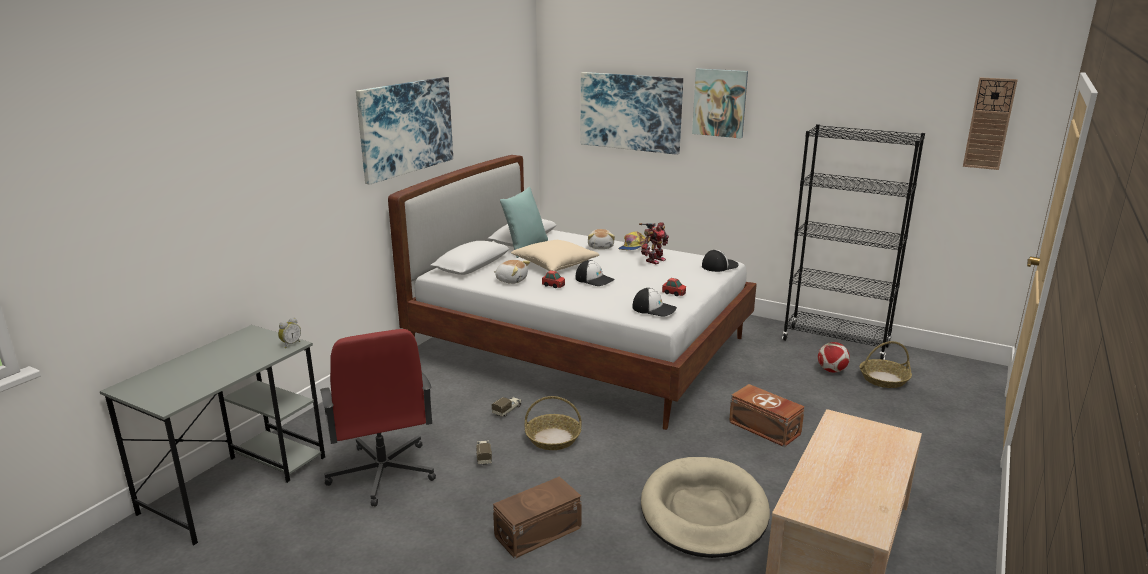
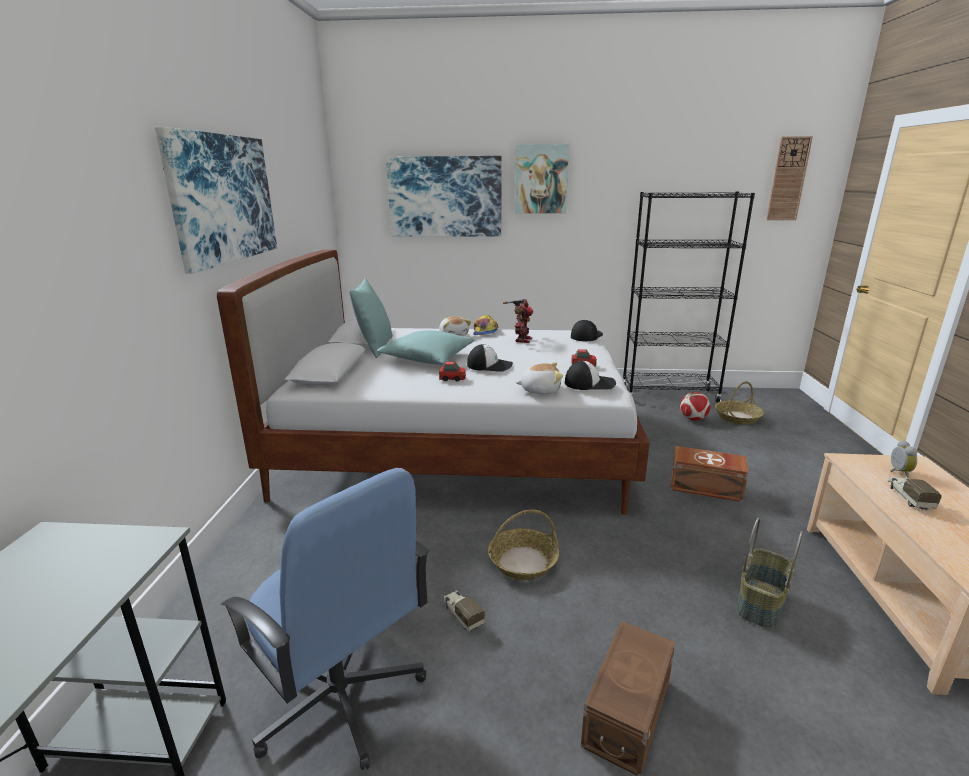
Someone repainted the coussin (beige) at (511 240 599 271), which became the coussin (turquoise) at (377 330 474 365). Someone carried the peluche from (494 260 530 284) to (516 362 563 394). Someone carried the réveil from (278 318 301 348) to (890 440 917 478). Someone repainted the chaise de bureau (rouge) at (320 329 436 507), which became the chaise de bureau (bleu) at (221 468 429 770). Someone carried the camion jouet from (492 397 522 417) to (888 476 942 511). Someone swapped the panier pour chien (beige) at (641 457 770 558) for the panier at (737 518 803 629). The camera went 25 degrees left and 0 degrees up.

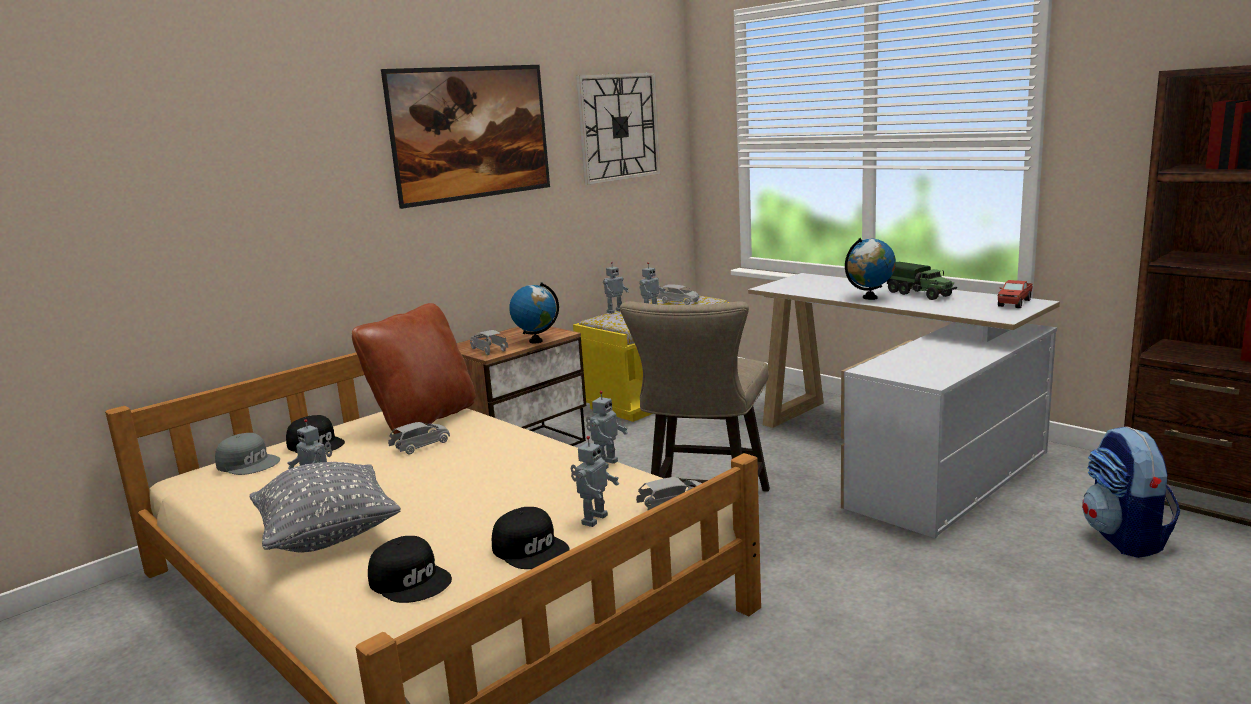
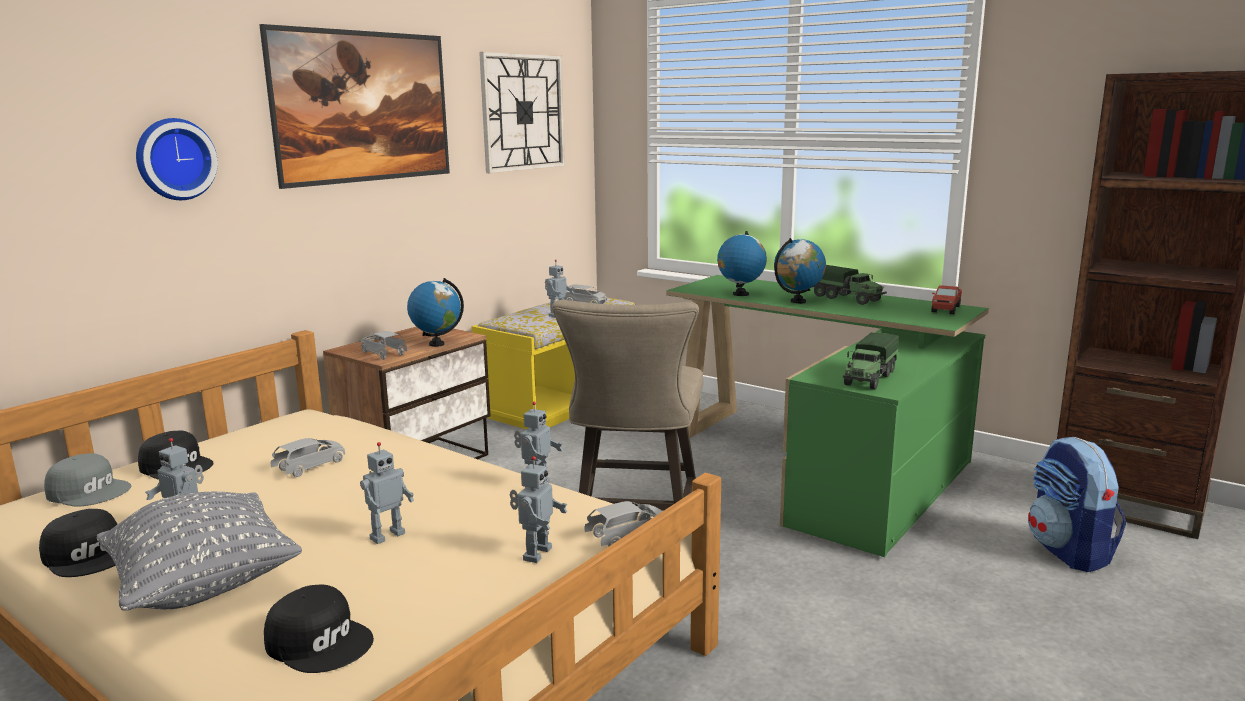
Someone carried the robot jouet from (603 262 629 314) to (360 442 414 544). Someone repainted the bureau (blanc) at (748 273 1060 538), which became the bureau (vert) at (666 275 989 557). Someone took away the coussin (marron) at (352 303 476 440). Someone carried the casquette (noir) from (492 507 570 569) to (39 509 118 577). Someone put up the horloge murale at (136 118 218 200). Someone put down the globe at (717 231 767 296). Someone put down the camion jouet at (843 332 899 390). The camera went 10 degrees left and 0 degrees up.

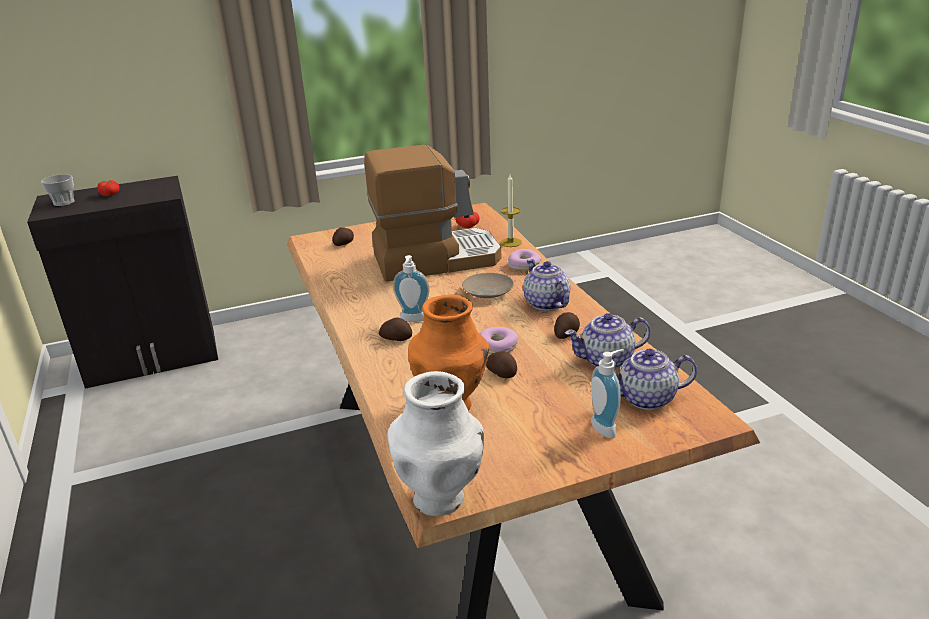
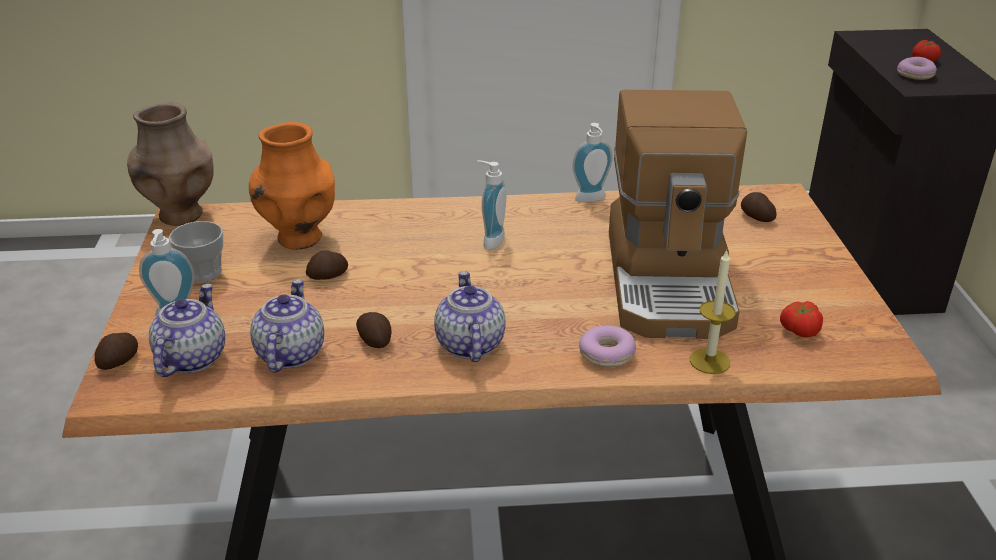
Someone carried the tasse from (41 174 75 206) to (169 221 223 283). Someone rotated the théière at (523 259 571 311) by 90 degrees counterclockwise. Someone took away the assiette (beige) at (462 273 514 298). Someone carried the pomme de terre from (379 317 412 341) to (95 333 138 370). Someone carried the beignet from (480 327 518 354) to (897 57 937 80). Someone repainted the vase (blanc) at (387 371 484 516), which became the vase (marron) at (127 102 214 226). Someone put down the distributeur de savon at (572 123 613 202). The camera went 105 degrees right and 5 degrees up.

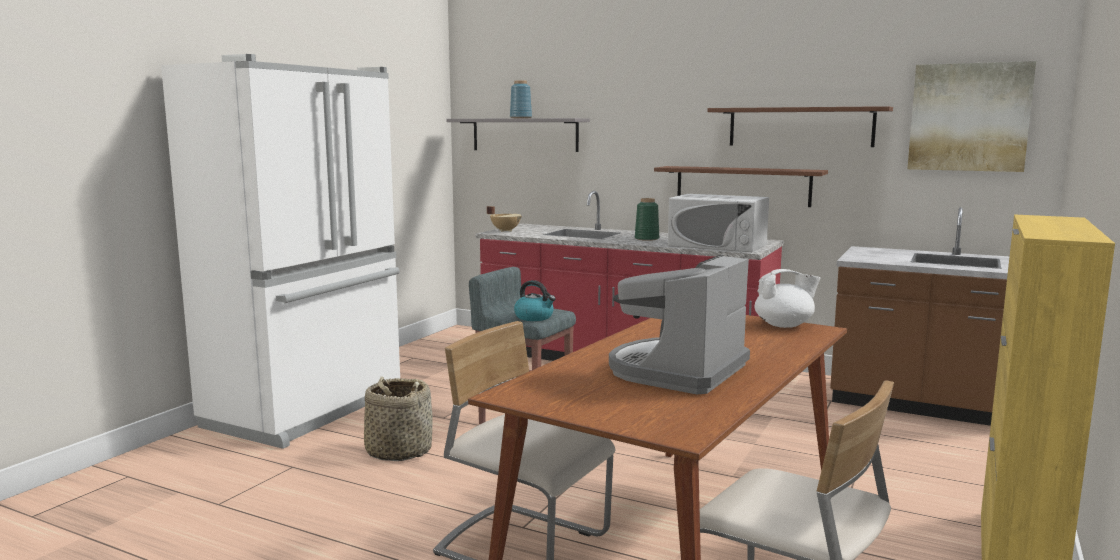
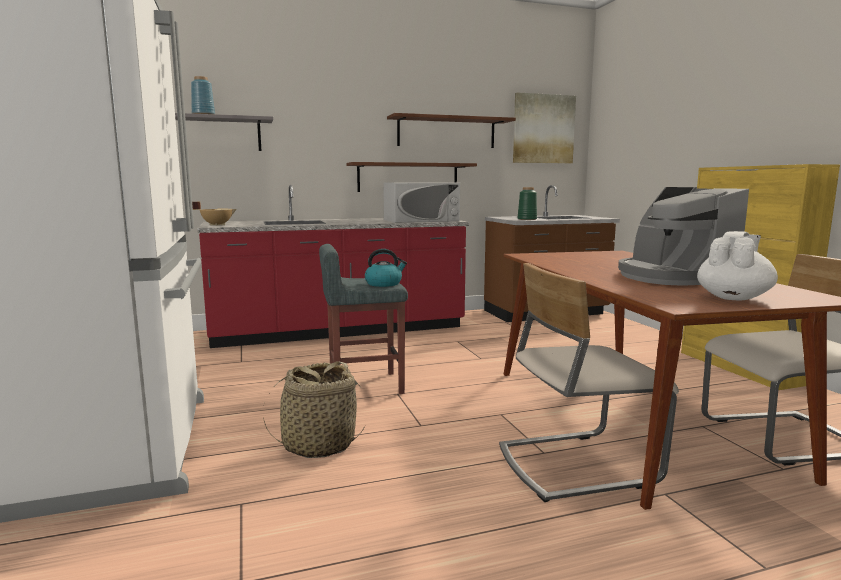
Someone carried the vase (vert) from (635 198 659 241) to (517 187 537 220). Someone carried the théière (blanc) from (755 269 821 328) to (697 231 778 300). The camera went 45 degrees left and 0 degrees up.

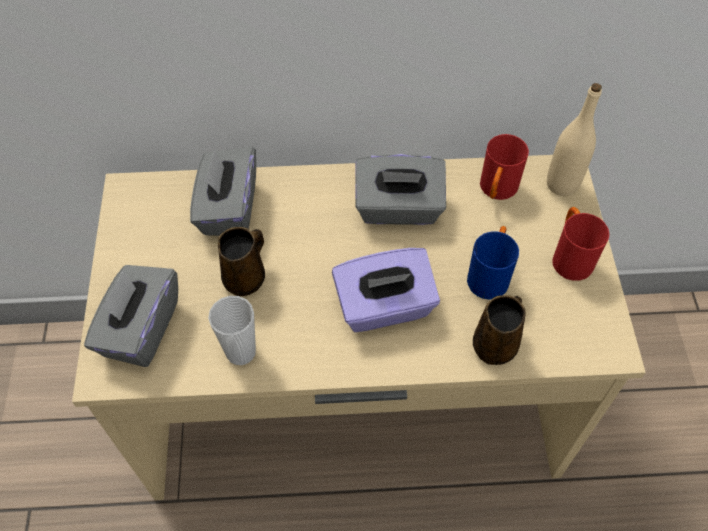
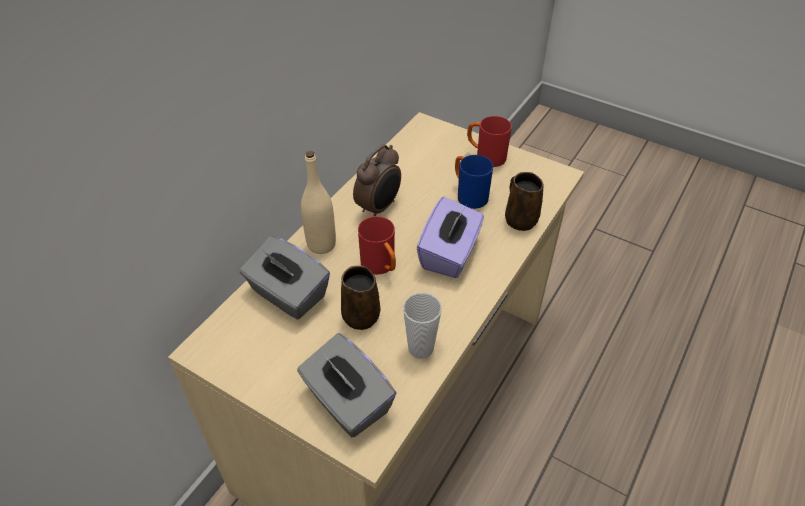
Someone carried the bouteille (beige) from (547 83 602 196) to (301 151 336 254). Someone carried the mug (rouge) from (480 134 529 200) to (358 216 396 275). Someone swapped the boîte à mouchoirs (gris) at (355 154 446 225) for the réveil at (353 144 401 216). The camera went 55 degrees left and 10 degrees down.

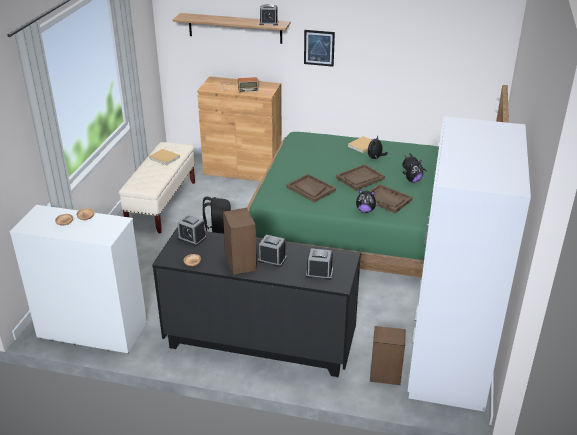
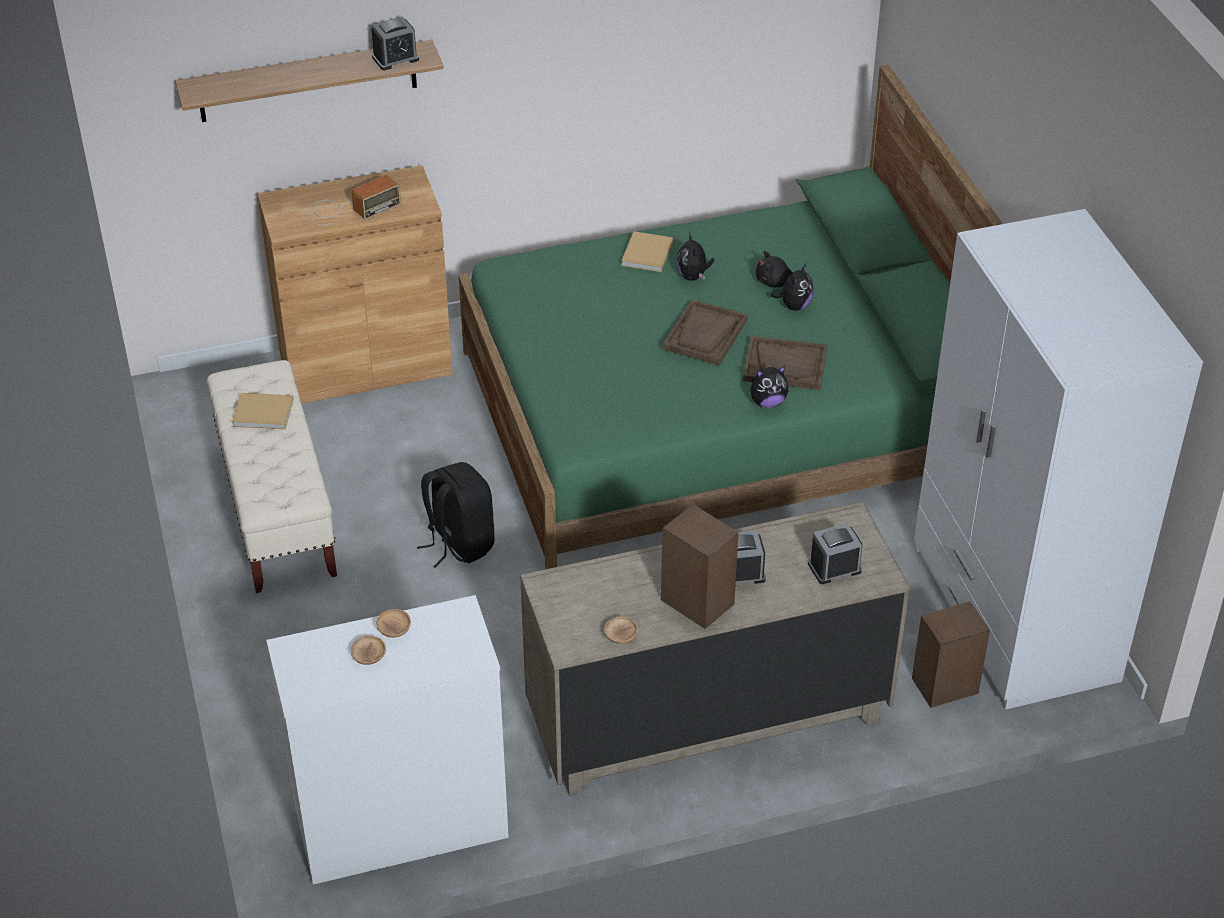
Someone took away the tableau at (304 30 335 67). Someone took away the plateau (marron) at (287 174 336 203). Someone took away the réveil at (177 214 206 246). Someone repainted the commode (noir) at (152 227 361 377), which became the commode (beige) at (520 502 910 796). The camera went 30 degrees left and 10 degrees up.

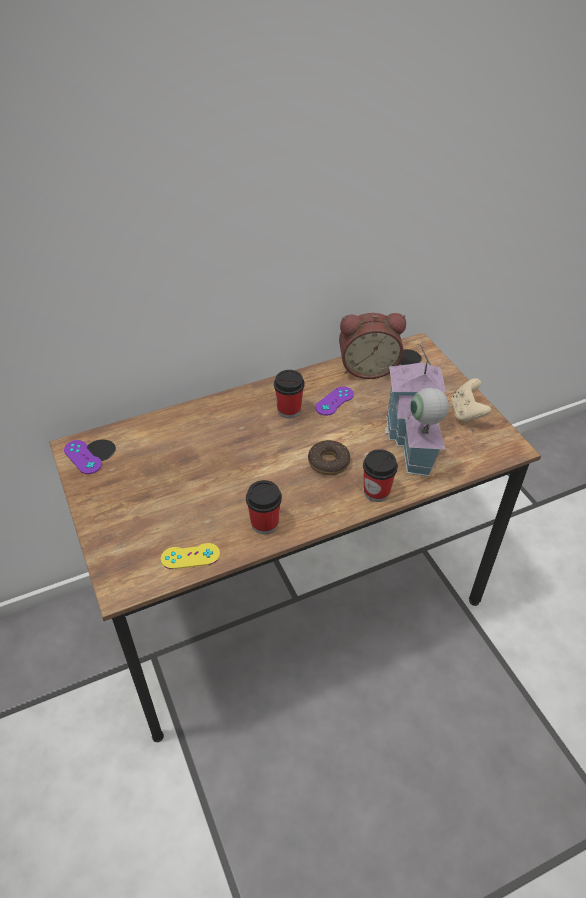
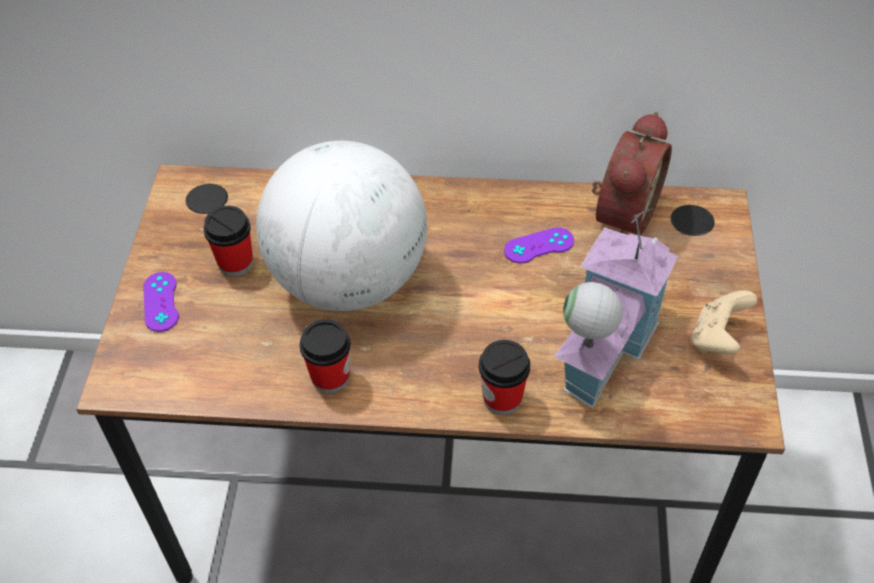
Someone rotated the réveil at (339 313 406 379) by 90 degrees counterclockwise. Someone carried the tasse from (274 370 305 418) to (203 206 253 277). Someone carried the manette (violet) from (64 440 102 474) to (143 272 179 332). Someone took away the beignet at (308 440 350 475). Someone took away the manette (jaune) at (161 543 220 569). Someone put down the globe at (256 141 427 311). The camera went 30 degrees right and 5 degrees up.

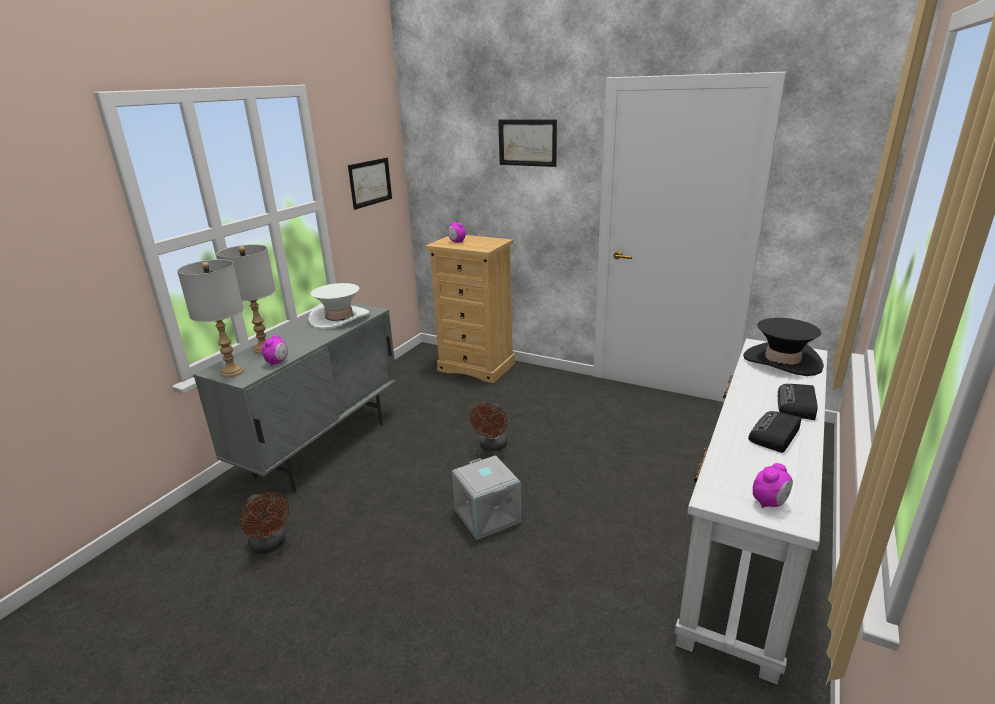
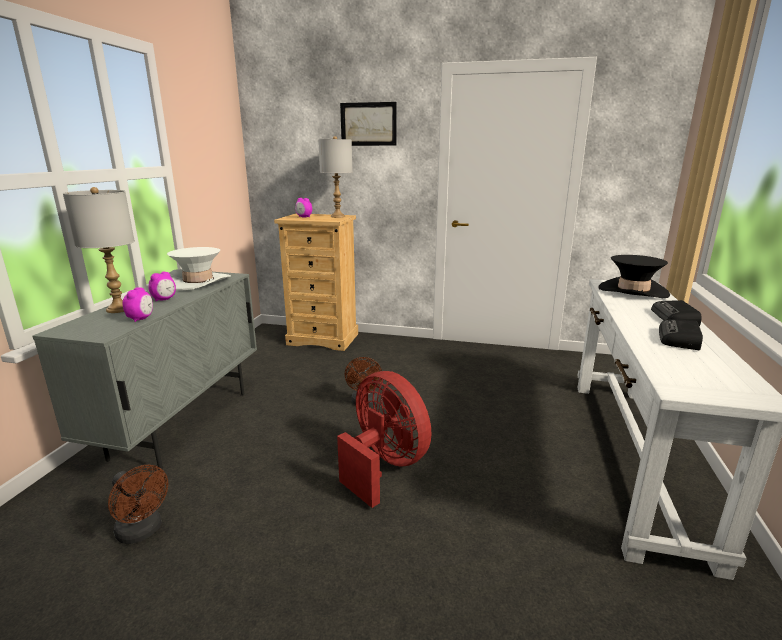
Someone took away the tableau at (348 158 392 210). Someone carried the lampe de table (gris) from (177 259 244 377) to (318 136 352 218). Someone swapped the boîte de rangement (gris) at (452 455 521 540) for the ventilateur (rouge) at (337 371 431 508). Someone carried the réveil from (753 463 793 508) to (149 272 176 301). The camera went 15 degrees left and 5 degrees down.

